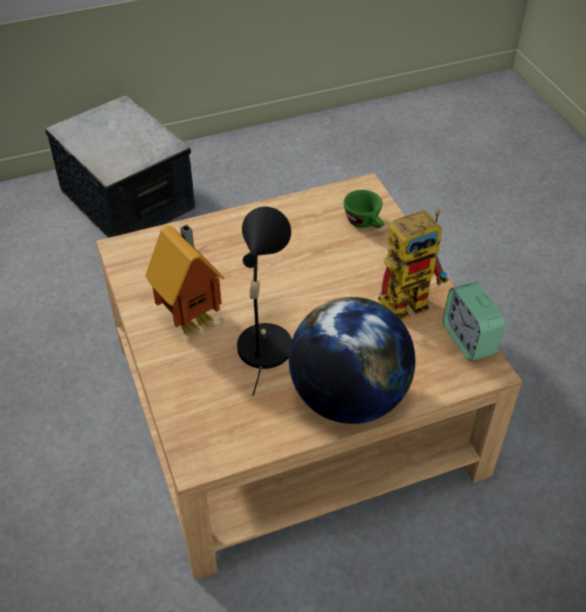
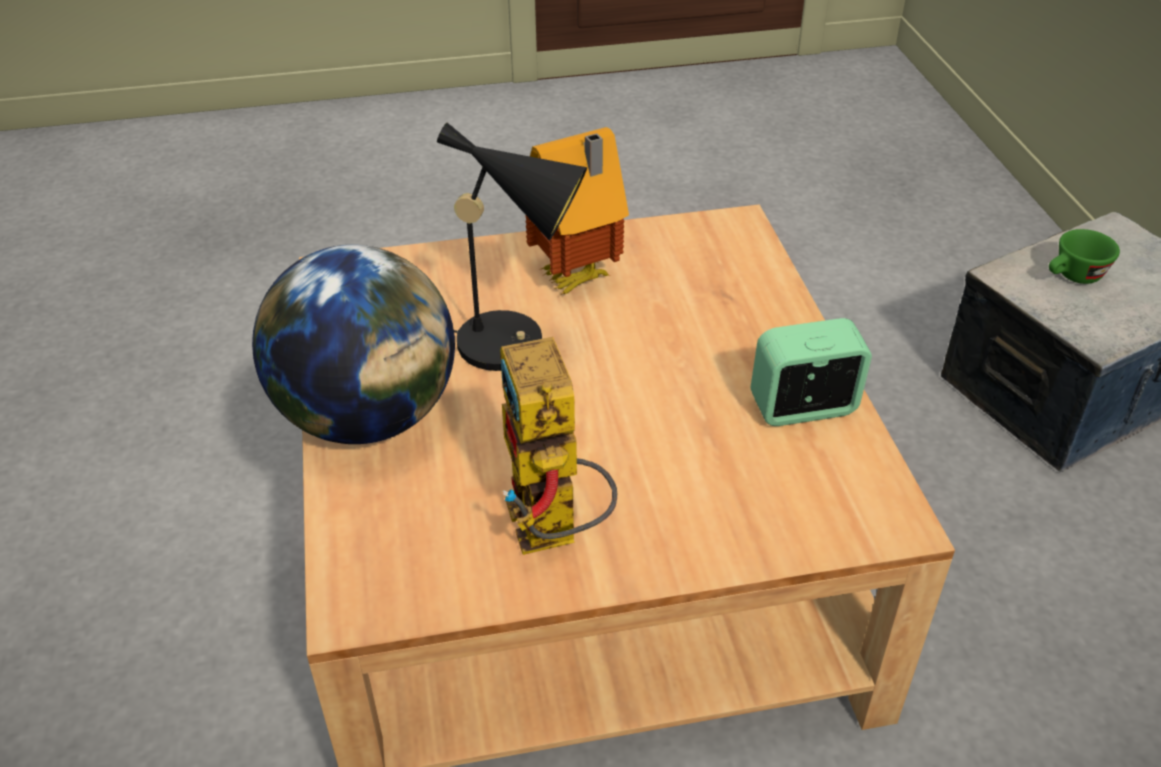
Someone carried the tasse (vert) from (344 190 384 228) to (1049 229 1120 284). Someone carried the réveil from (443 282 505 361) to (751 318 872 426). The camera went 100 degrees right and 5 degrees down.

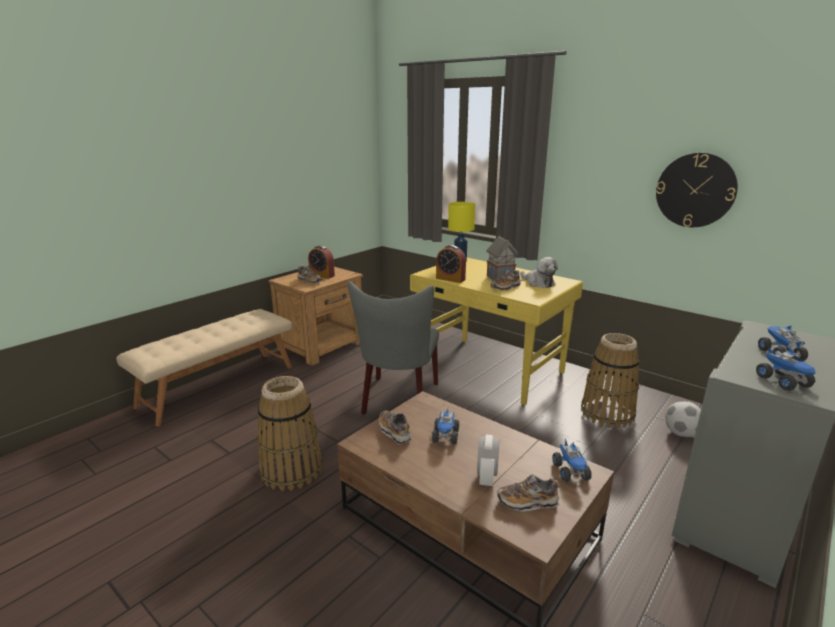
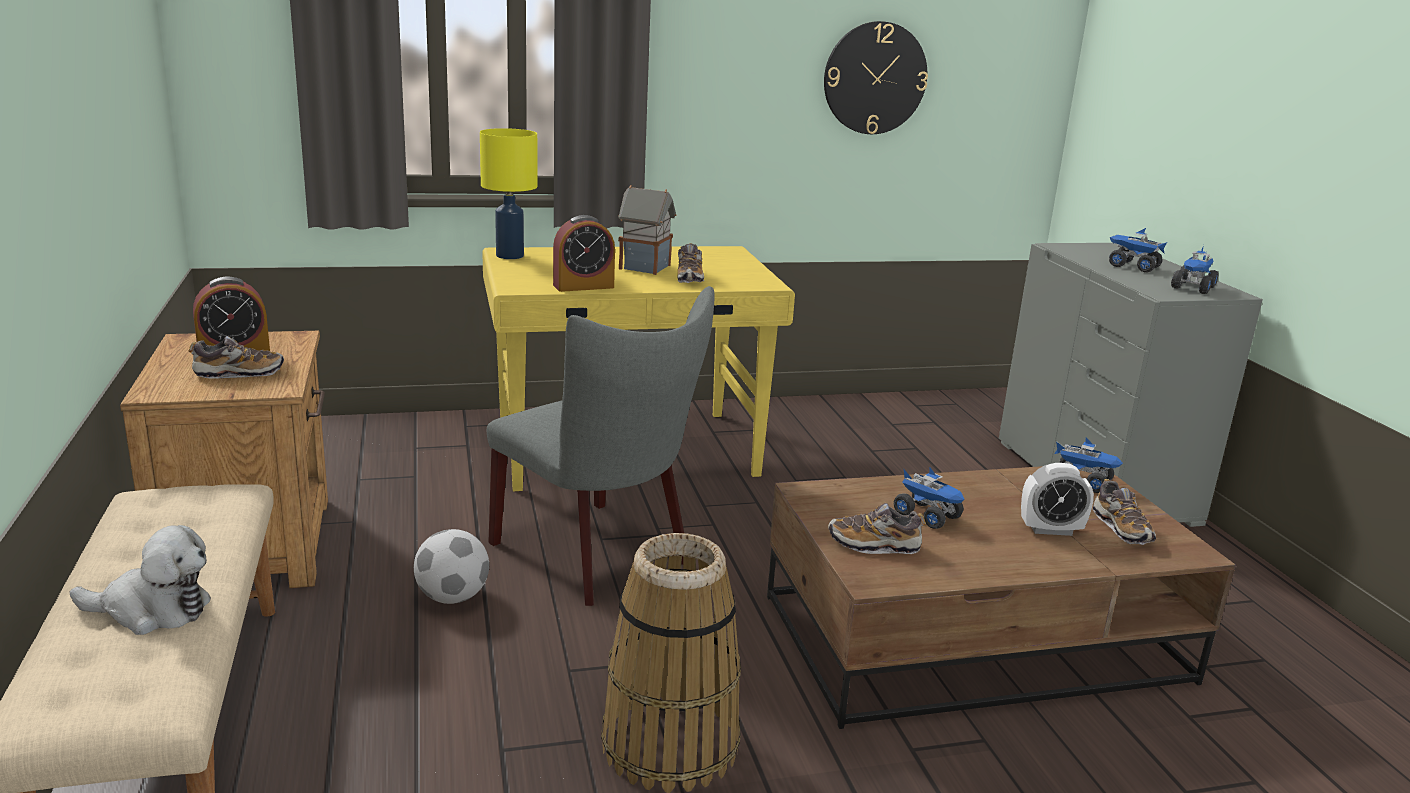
Someone carried the peluche from (520 257 558 288) to (70 525 211 635). Someone took away the panier at (581 333 639 428). Someone rotated the camion jouet at (756 346 816 391) by 105 degrees clockwise. Someone carried the ballon de foot from (665 401 701 437) to (414 529 489 604). Someone rotated the réveil at (477 435 499 486) by 45 degrees counterclockwise. Someone rotated the chaussure at (497 474 560 511) by 45 degrees counterclockwise. The camera went 55 degrees left and 0 degrees up.

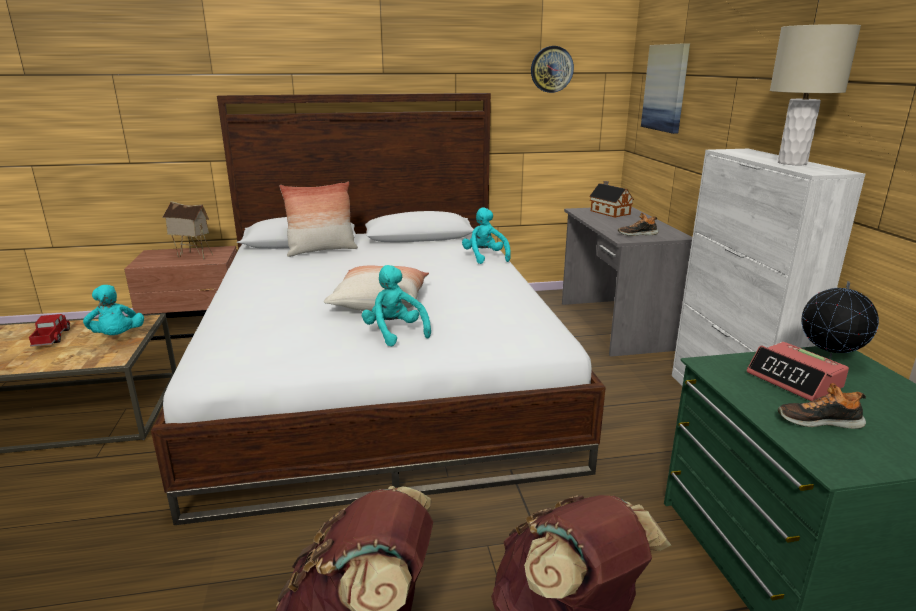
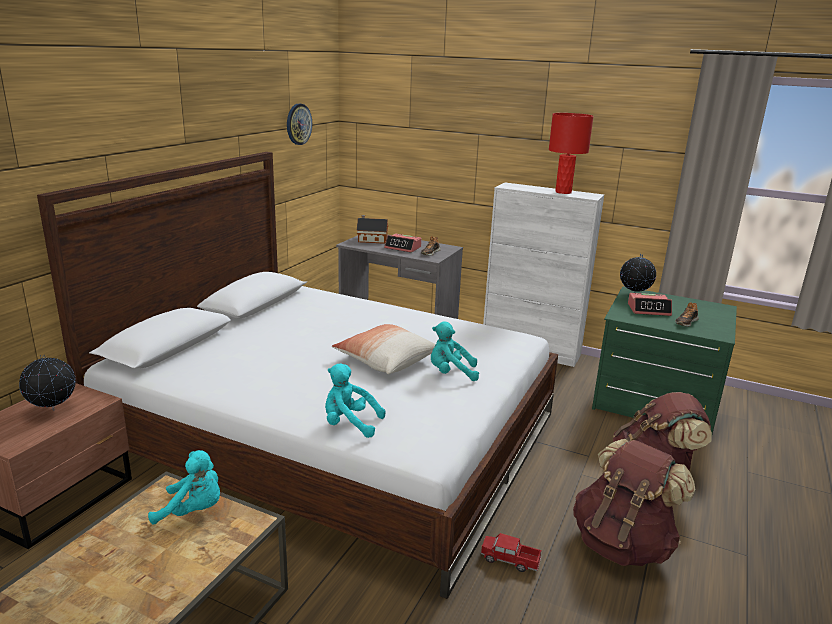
Someone repainted the lampe de table (beige) at (770 24 861 165), which became the lampe de table (rouge) at (549 113 594 194). Someone took away the tableau at (641 43 690 134). Someone took away the coussin at (279 181 358 257). Someone swapped the maison miniature at (162 201 213 259) for the globe at (19 354 76 409). Someone carried the peluche (turquoise) from (462 207 511 264) to (325 363 385 438). Someone carried the camion jouet from (29 314 70 347) to (480 533 541 572). Someone put down the réveil at (384 234 422 253). The camera went 55 degrees left and 0 degrees up.

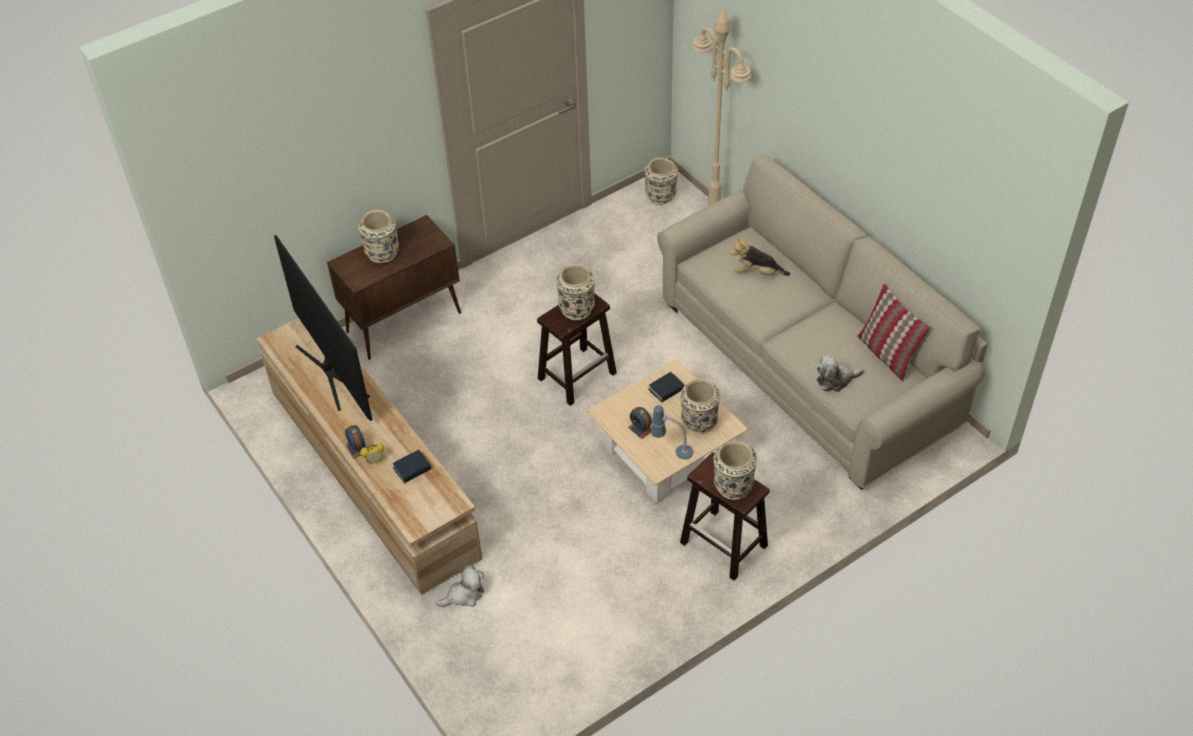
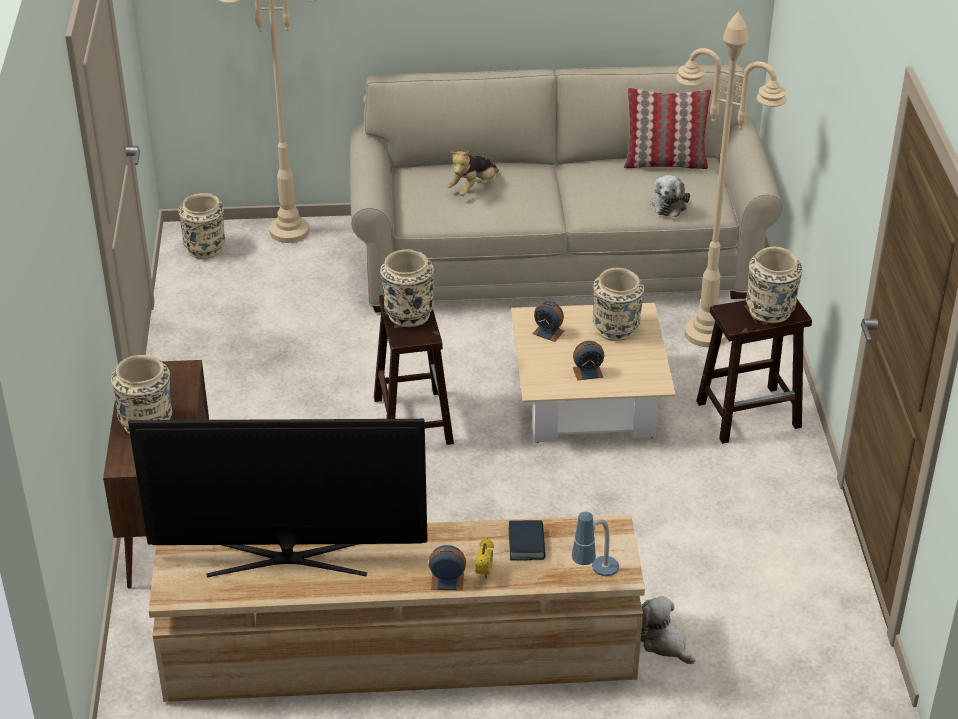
Someone swapped the livre at (648 372 685 402) for the réveil at (532 301 564 342). Someone carried the lampe de table from (651 405 693 459) to (572 512 619 576). Someone rotated the peluche at (436 565 484 607) by 45 degrees counterclockwise. Someone put down the lampadaire (beige) at (676 12 787 347). The camera went 60 degrees left and 10 degrees down.

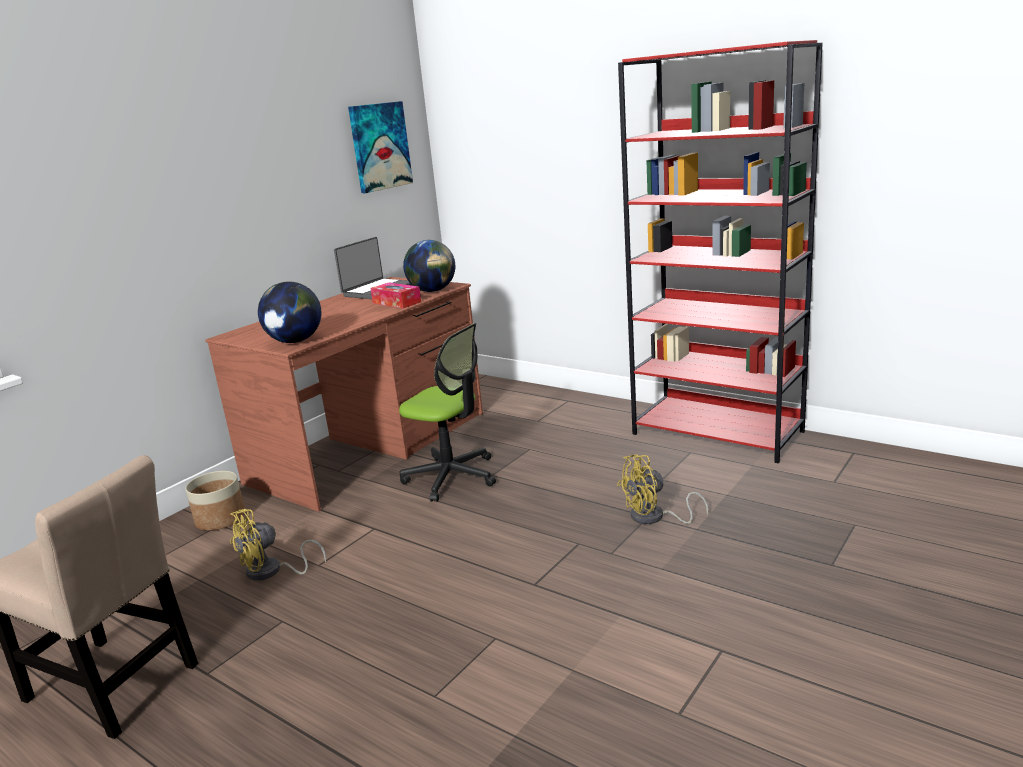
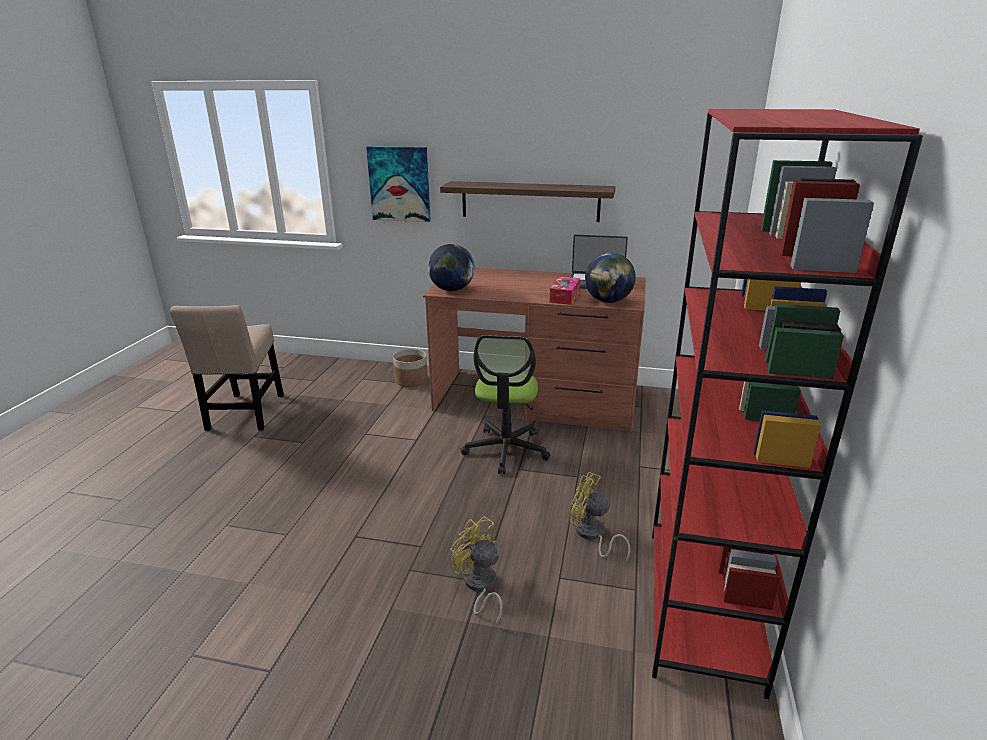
Someone carried the tableau from (348 101 413 193) to (366 146 431 222). Someone carried the ventilateur (jaune) from (230 509 326 581) to (570 472 630 563). Someone put up the étagère at (440 181 616 222). The camera went 65 degrees right and 5 degrees up.

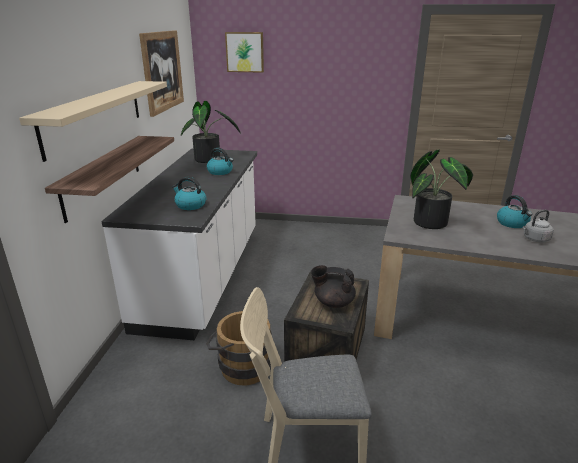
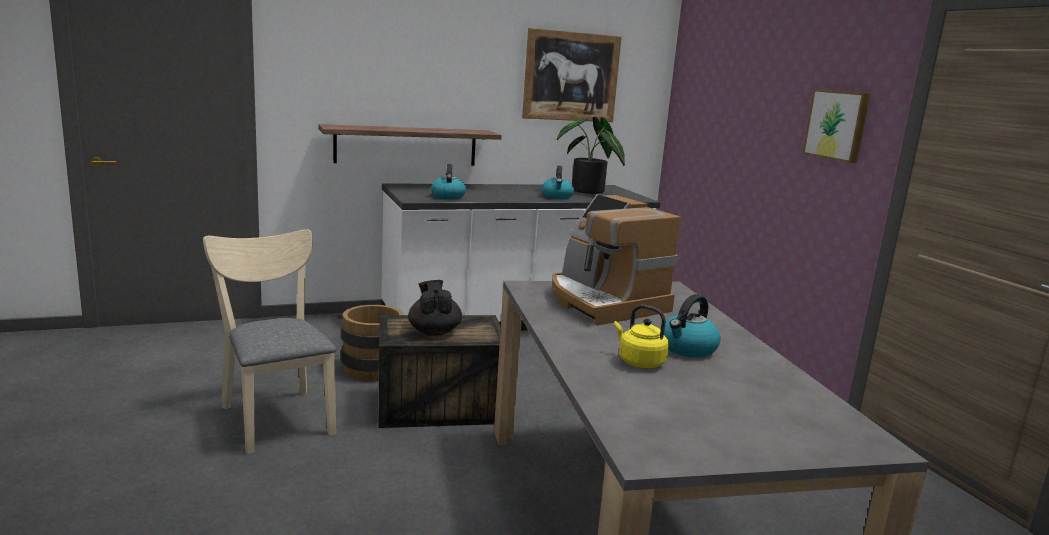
Someone carried the tableau from (225 32 264 73) to (802 89 871 163). Someone took away the étagère (beige) at (19 81 167 162). Someone swapped the plante en pot at (410 149 473 229) for the machine à café at (552 194 681 326). Someone repainted the bouilloire (gris) at (523 210 554 243), which became the bouilloire (jaune) at (614 305 669 368). The camera went 60 degrees right and 10 degrees down.

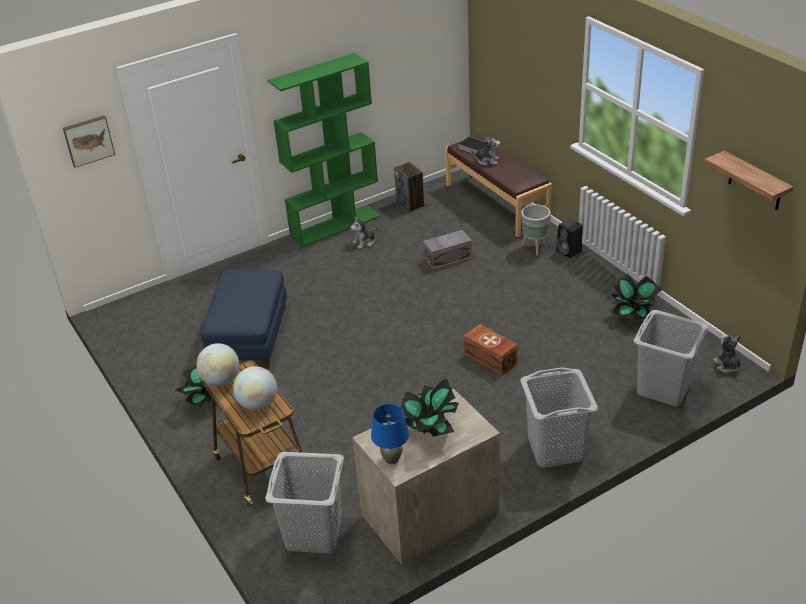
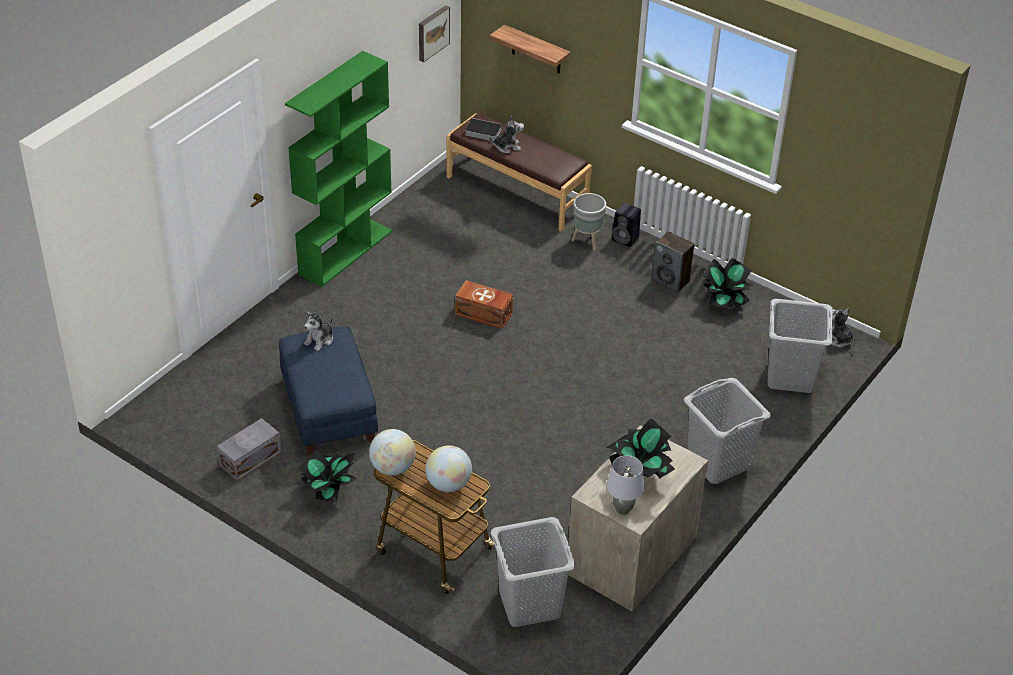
Someone carried the tableau from (63 115 115 168) to (419 5 450 62). Someone carried the étagère from (704 151 793 210) to (489 24 570 74). Someone carried the enceinte from (394 162 424 212) to (651 231 694 293). Someone carried the peluche from (350 217 377 249) to (304 311 333 351). Someone carried the boîte de rangement (gris) from (423 230 472 270) to (217 418 281 481). Someone carried the boîte de rangement (marron) from (464 324 518 375) to (455 280 513 329). Someone repainted the lampe de table (bleu) at (371 404 409 464), which became the lampe de table (gris) at (606 456 645 515). The camera went 25 degrees left and 5 degrees up.

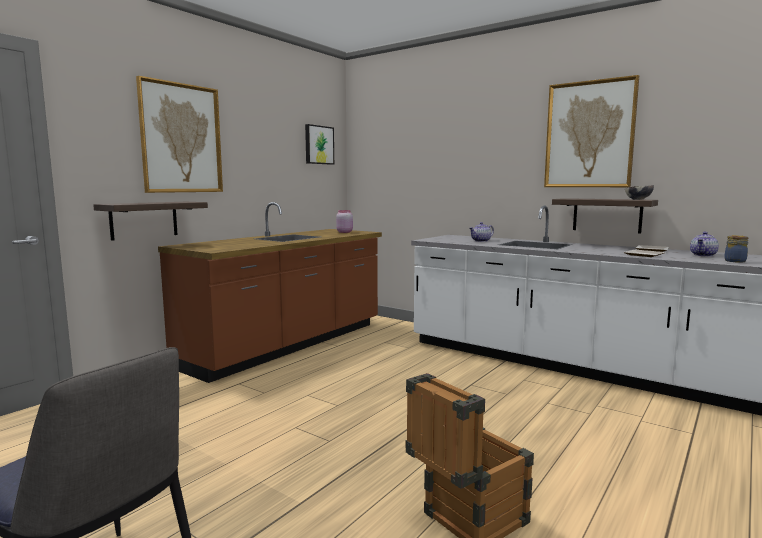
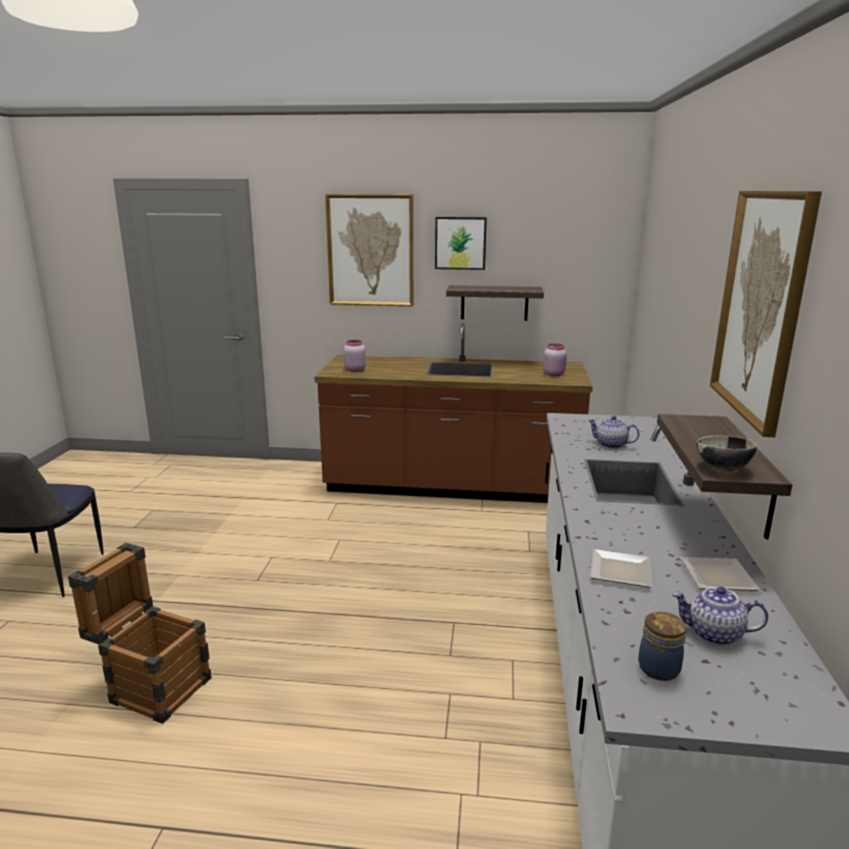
Someone carried the tableau from (305 124 334 165) to (435 217 487 270). Someone carried the étagère from (93 202 208 241) to (446 285 544 321). Someone put down the bocal (rose) at (344 340 366 372). The camera went 60 degrees right and 10 degrees up.

